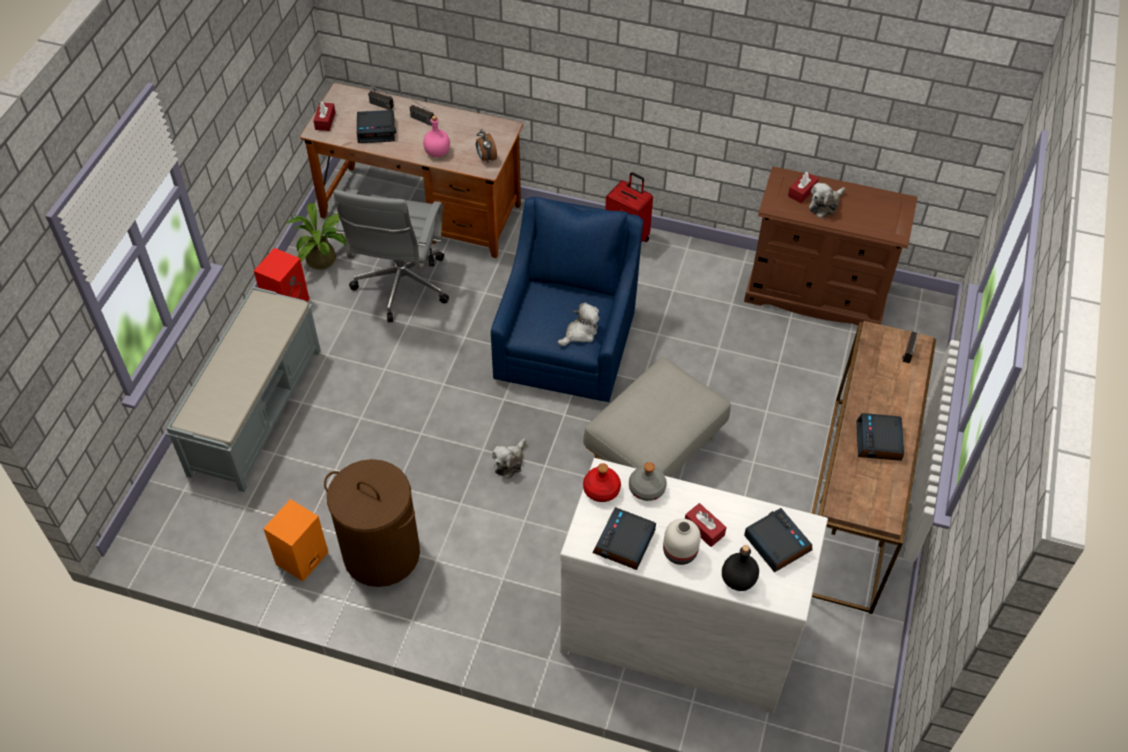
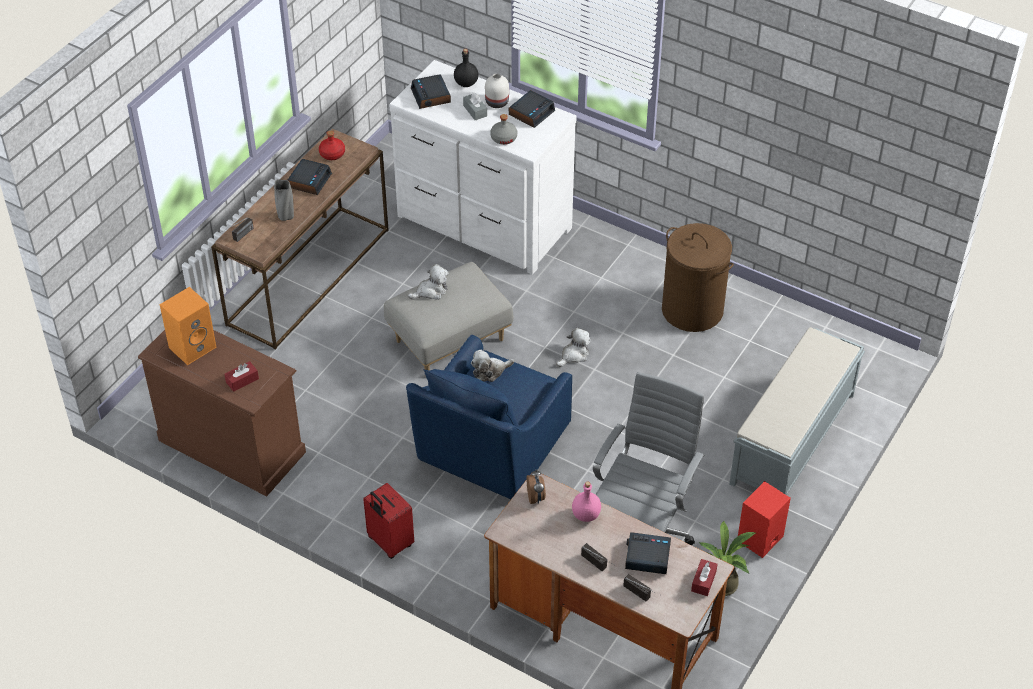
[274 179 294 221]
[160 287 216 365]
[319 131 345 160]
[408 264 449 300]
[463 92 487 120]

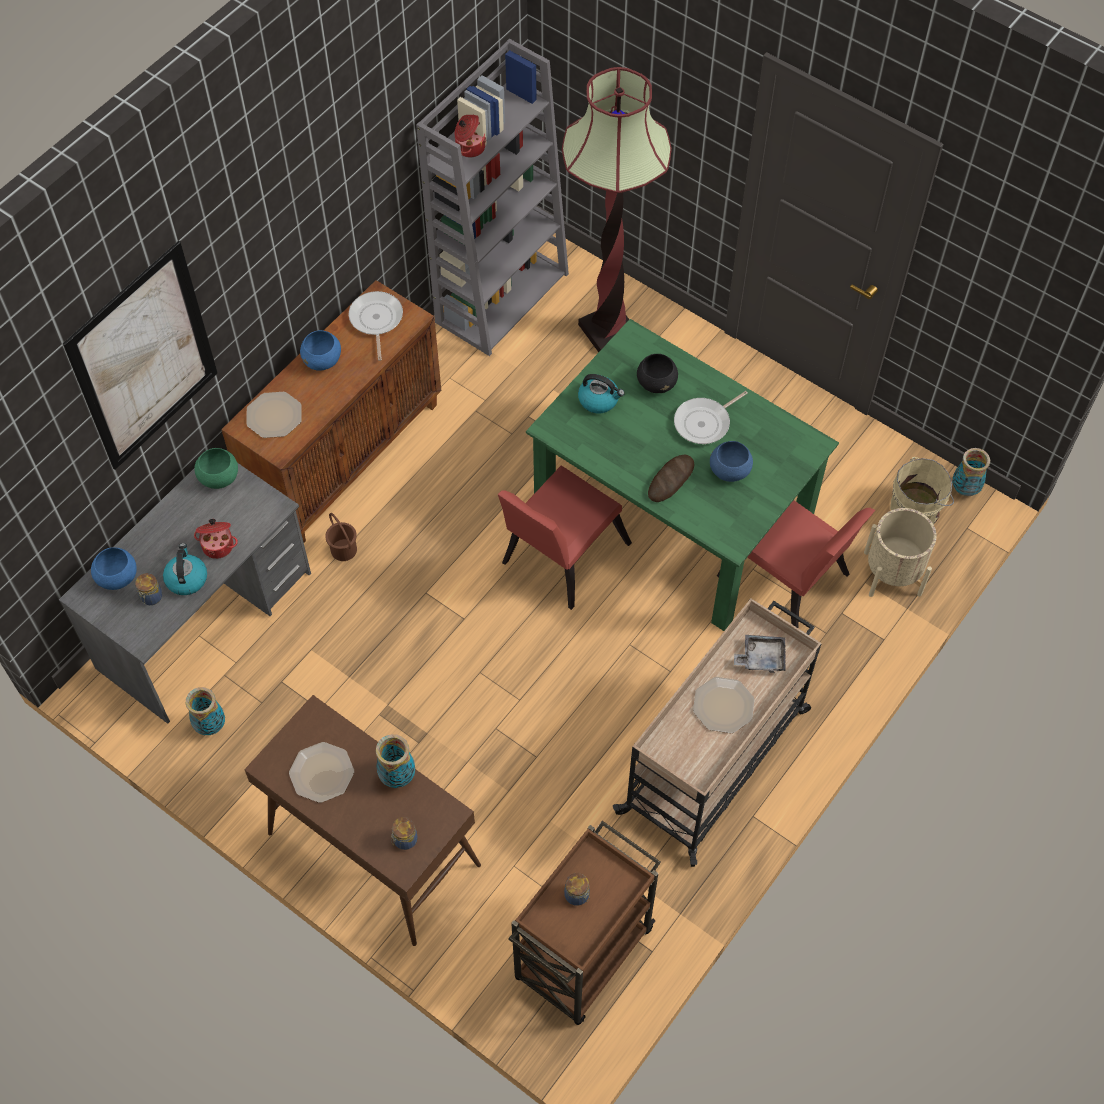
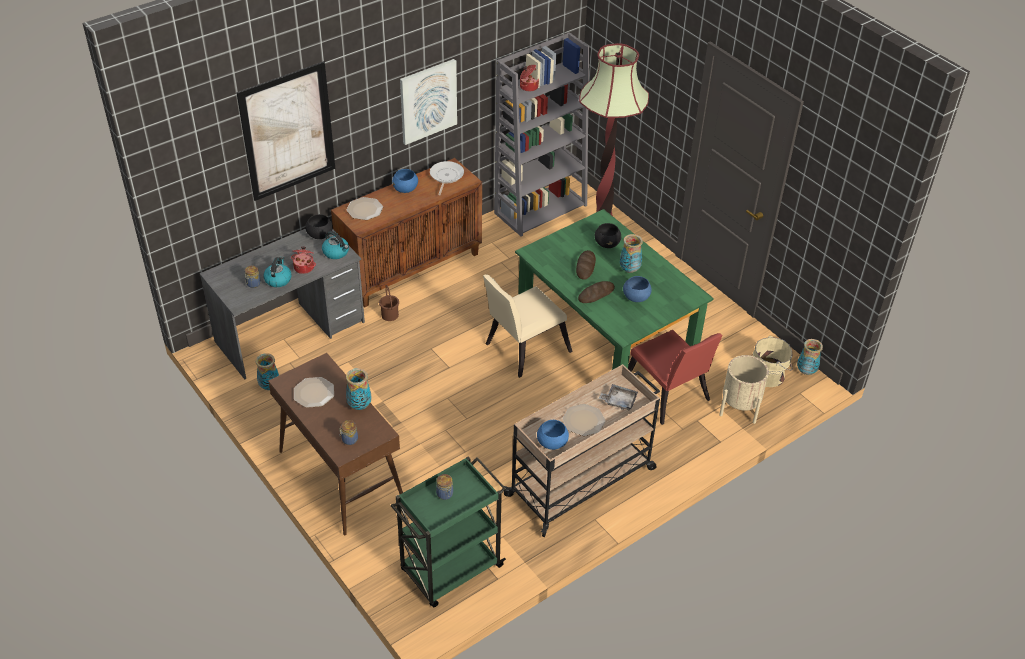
[400 59 457 145]
[576 250 596 280]
[537 420 569 450]
[322 231 349 259]
[620 234 643 273]
[305 214 333 239]
[483 274 573 378]
[391 456 506 607]

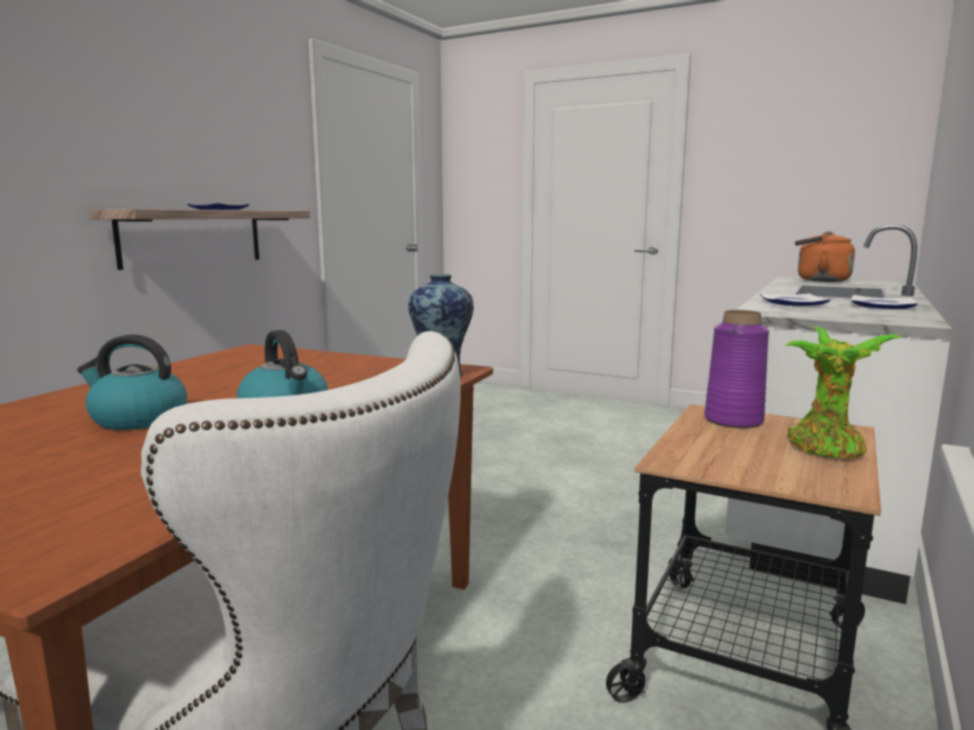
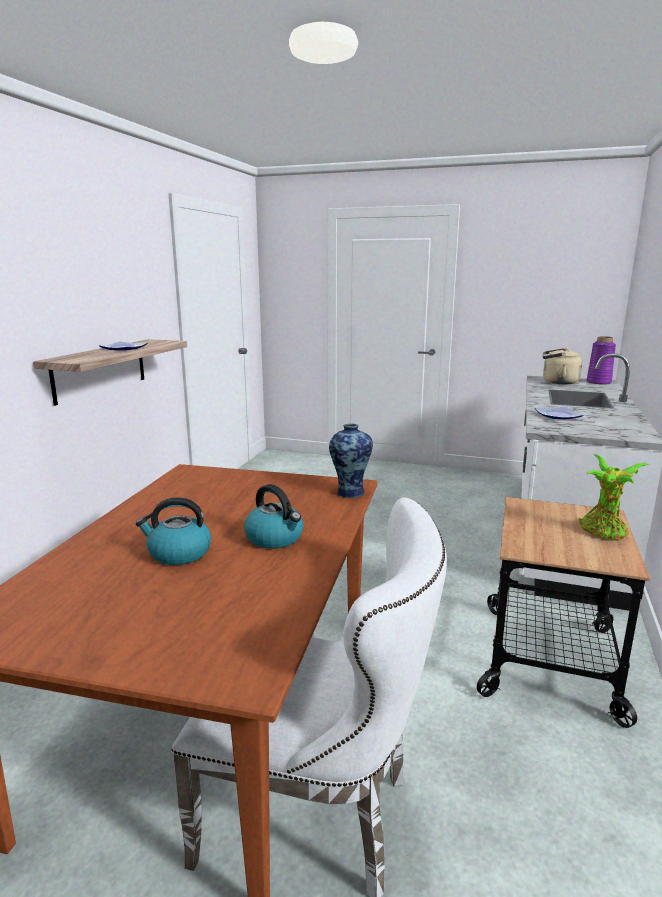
[851 295 917 309] (first image)
[587 336 616 385]
[543 348 582 384]

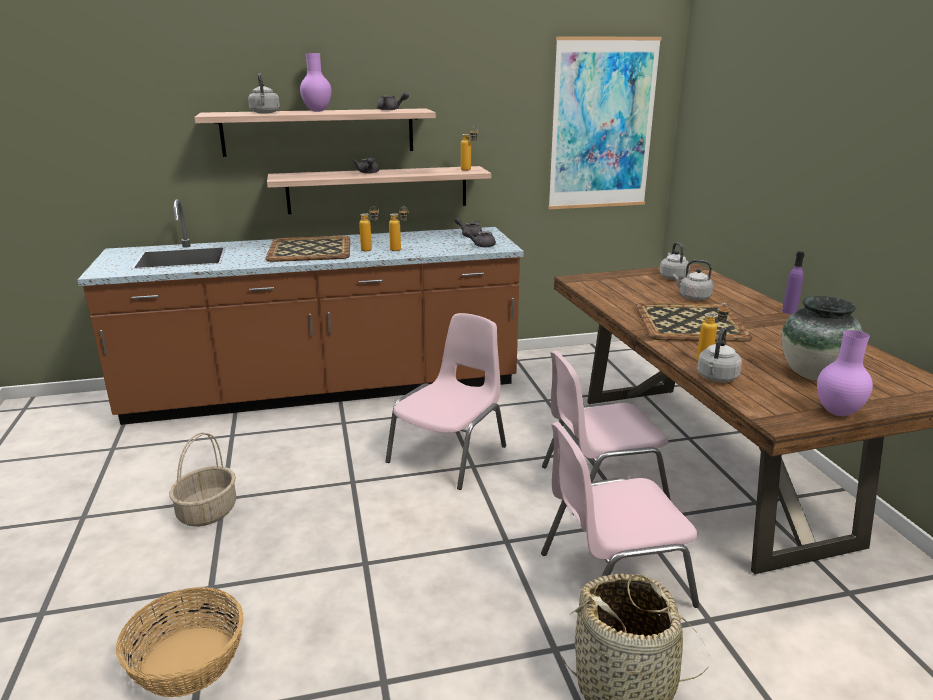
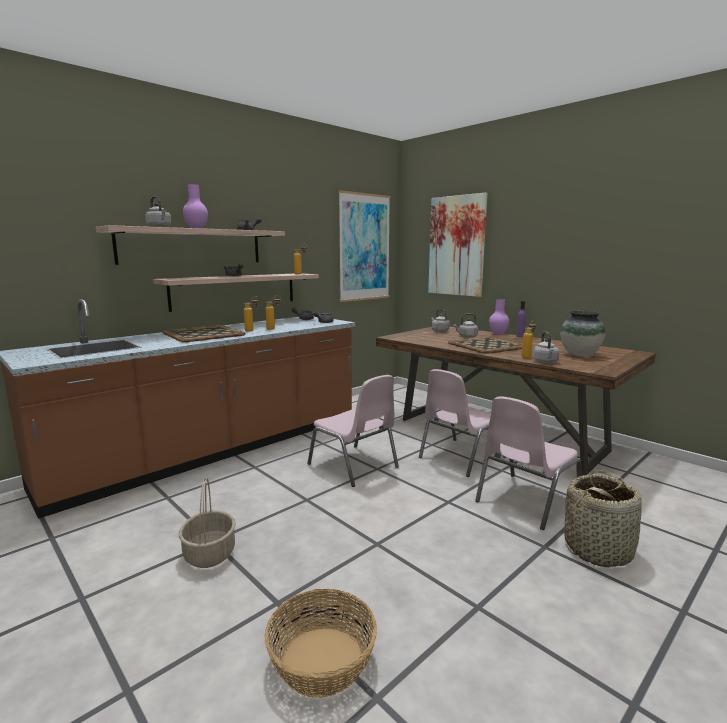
[428 193 487 297]
[489 299 509 335]
[307 375 399 487]

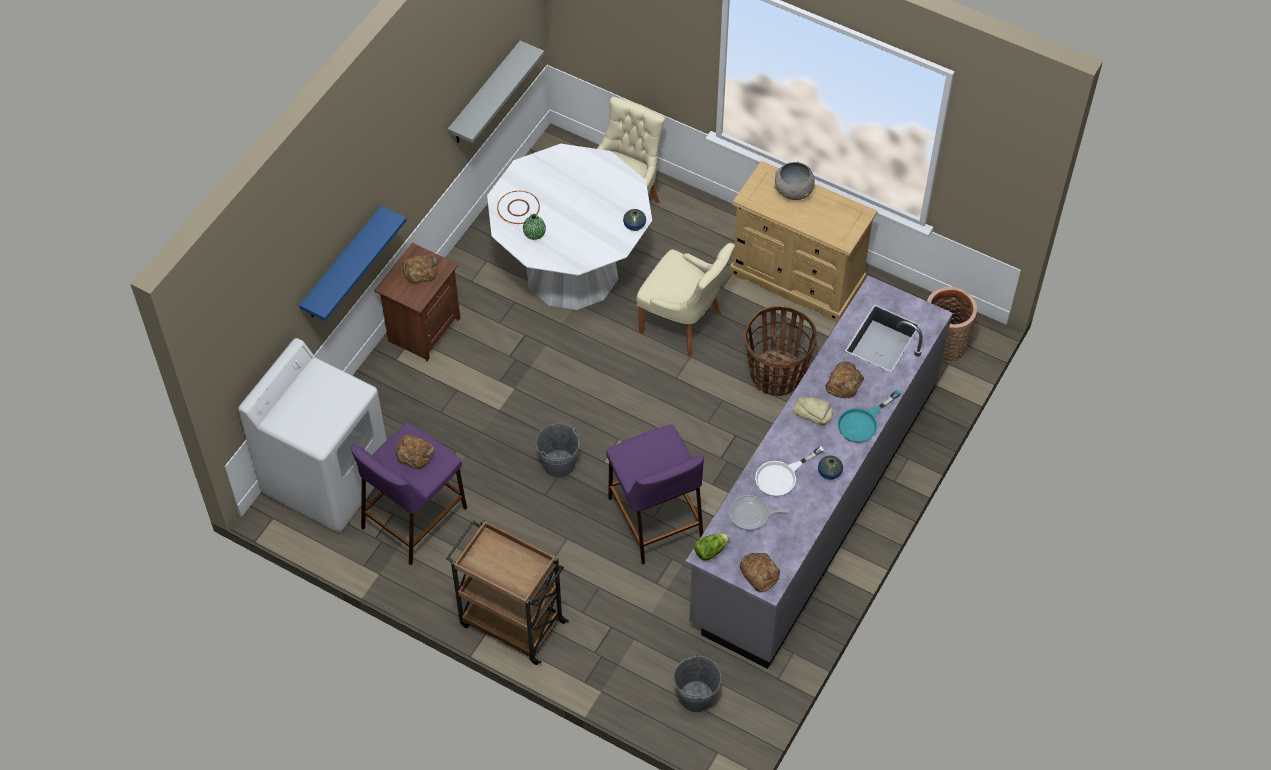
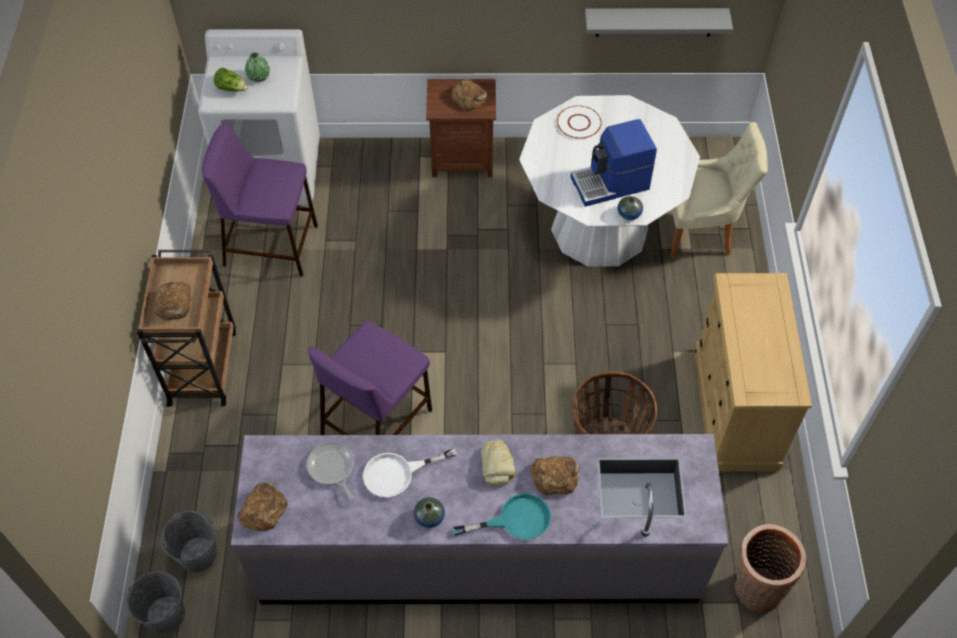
[299 206 407 321] (first image)
[636 243 735 356] (first image)
[774 162 815 200] (first image)
[571 119 657 207]
[155 282 191 320]
[245 52 270 82]
[126 571 185 634]
[214 68 248 92]
[363 448 457 497]
[453 493 551 539]

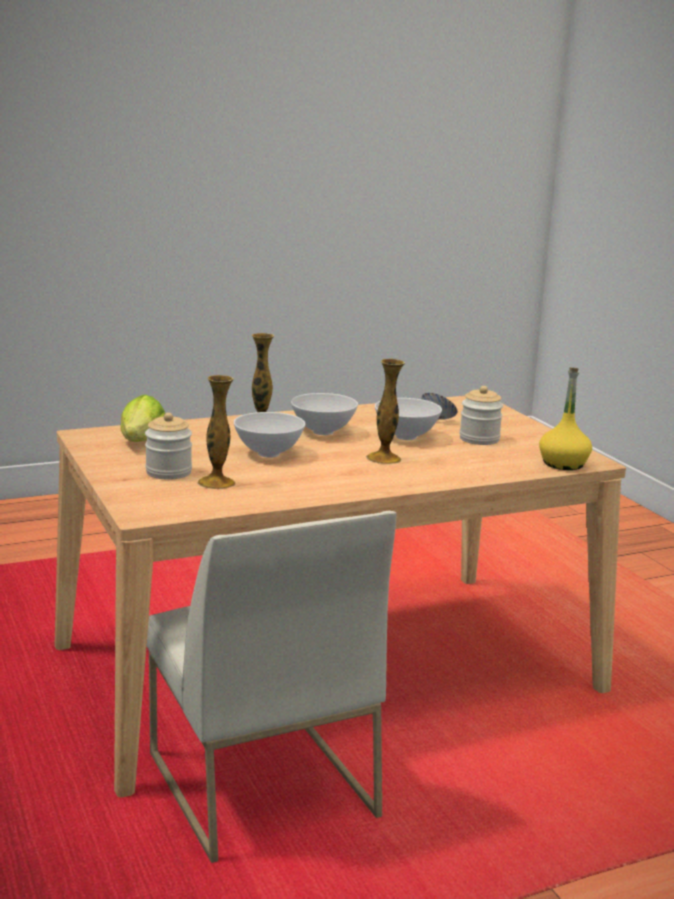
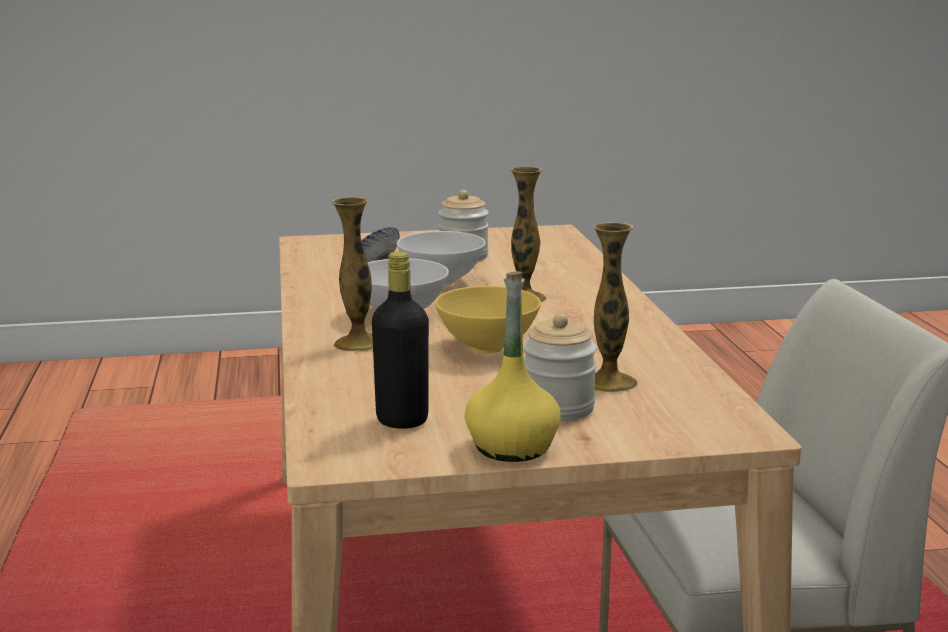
[465 271 561 462]
[372 252 429 429]
[435 286 541 353]

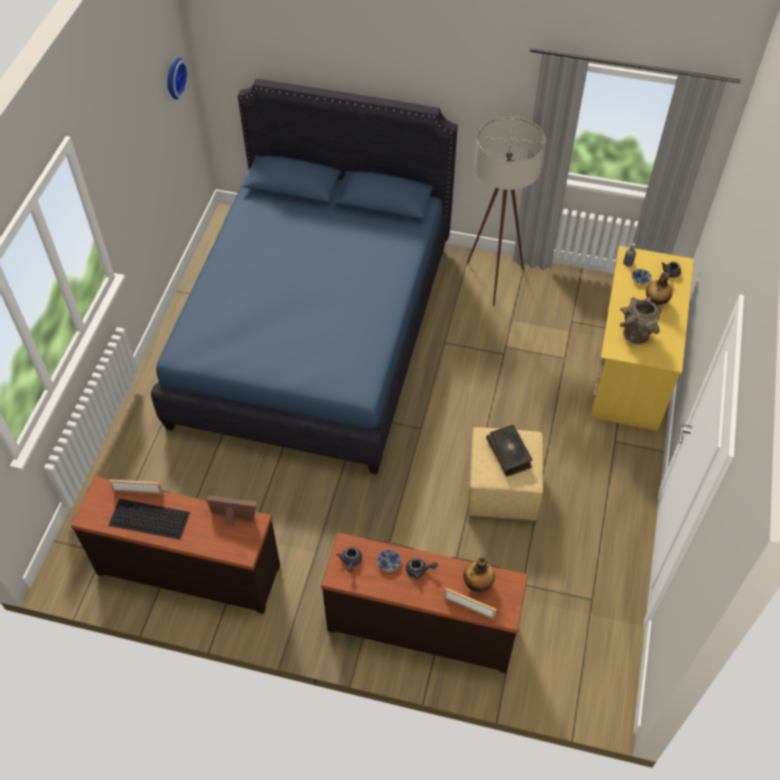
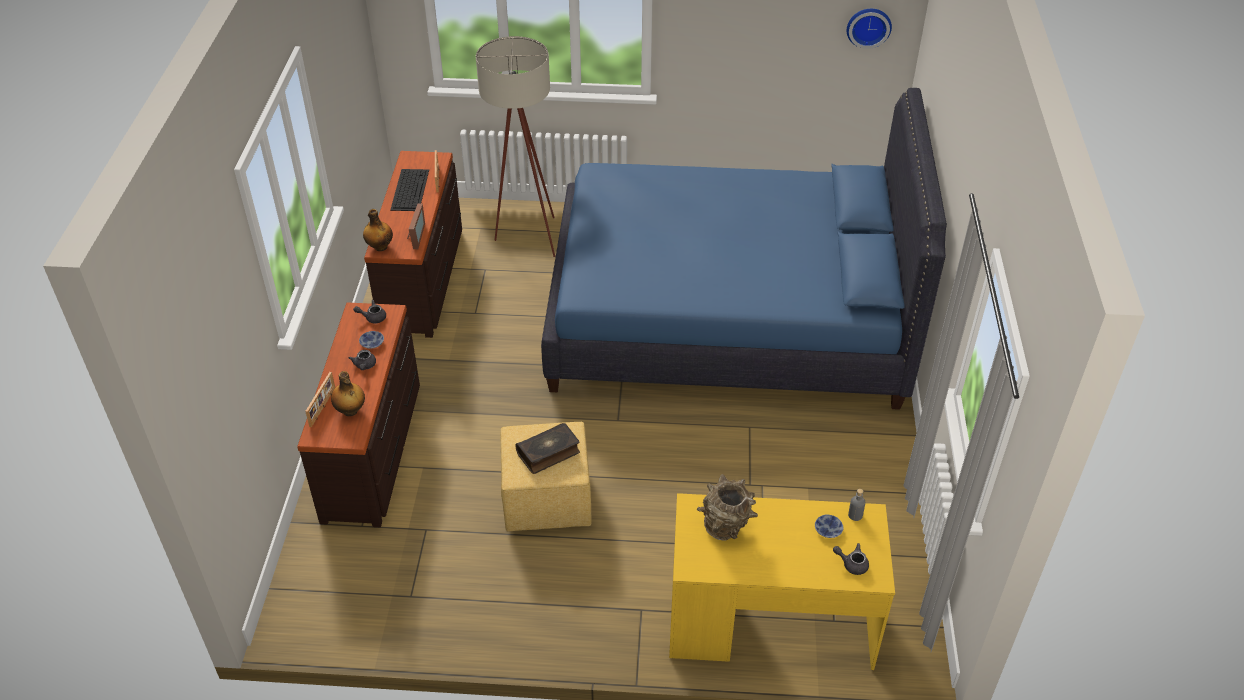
[476 36 555 257]
[363 209 393 251]

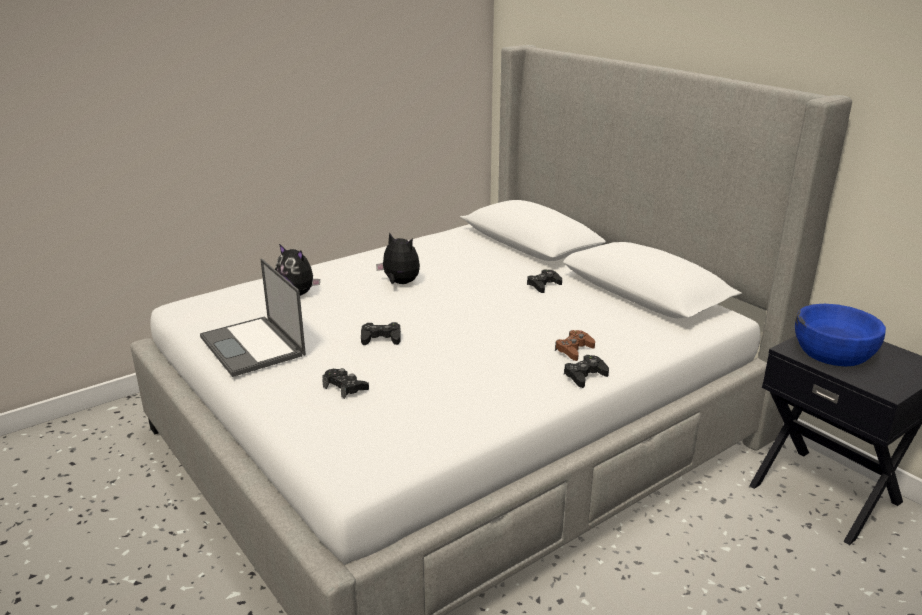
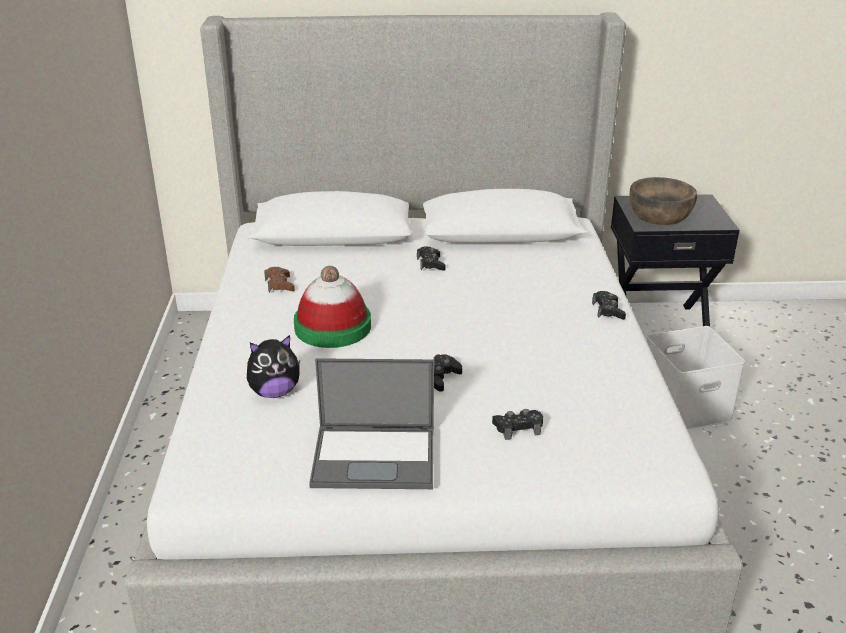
[647 326 745 430]
[264 267 295 292]
[294 266 371 348]
[630 177 697 225]

